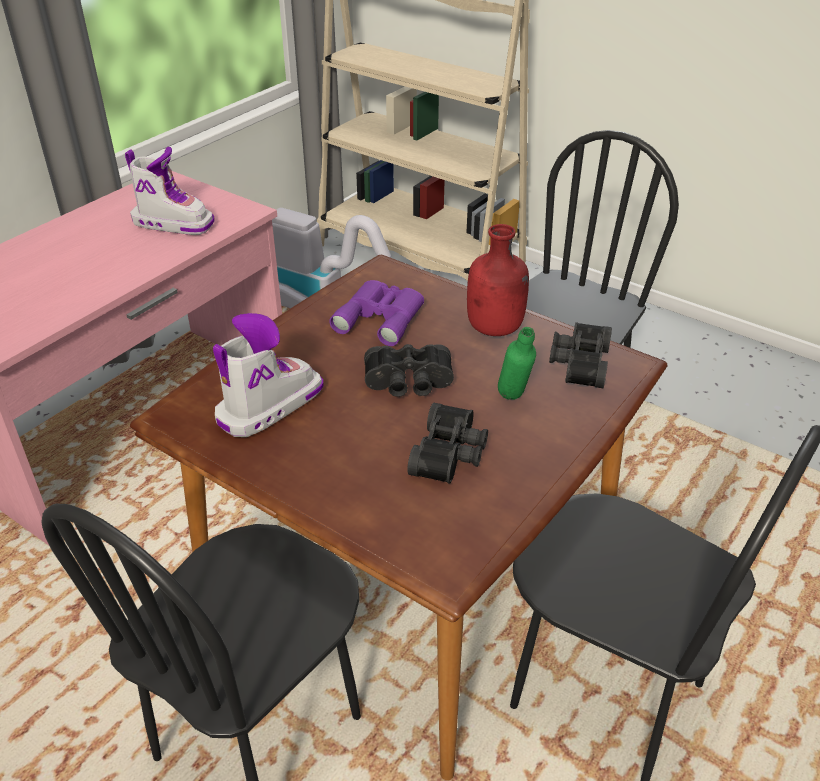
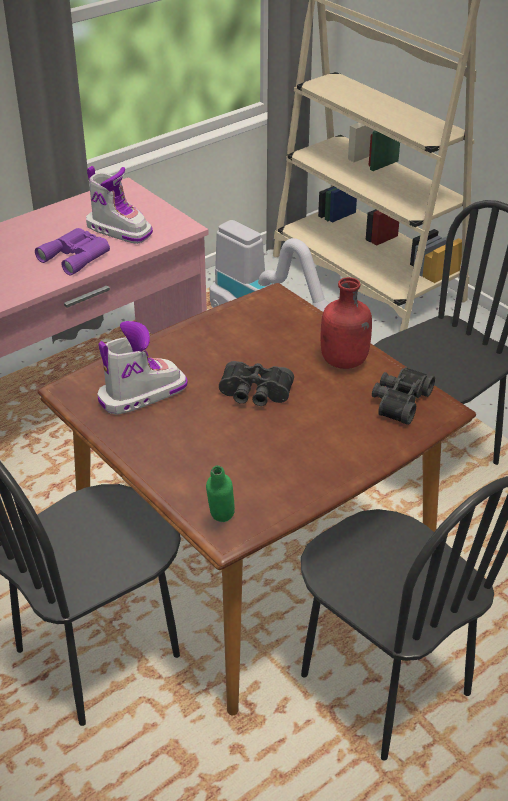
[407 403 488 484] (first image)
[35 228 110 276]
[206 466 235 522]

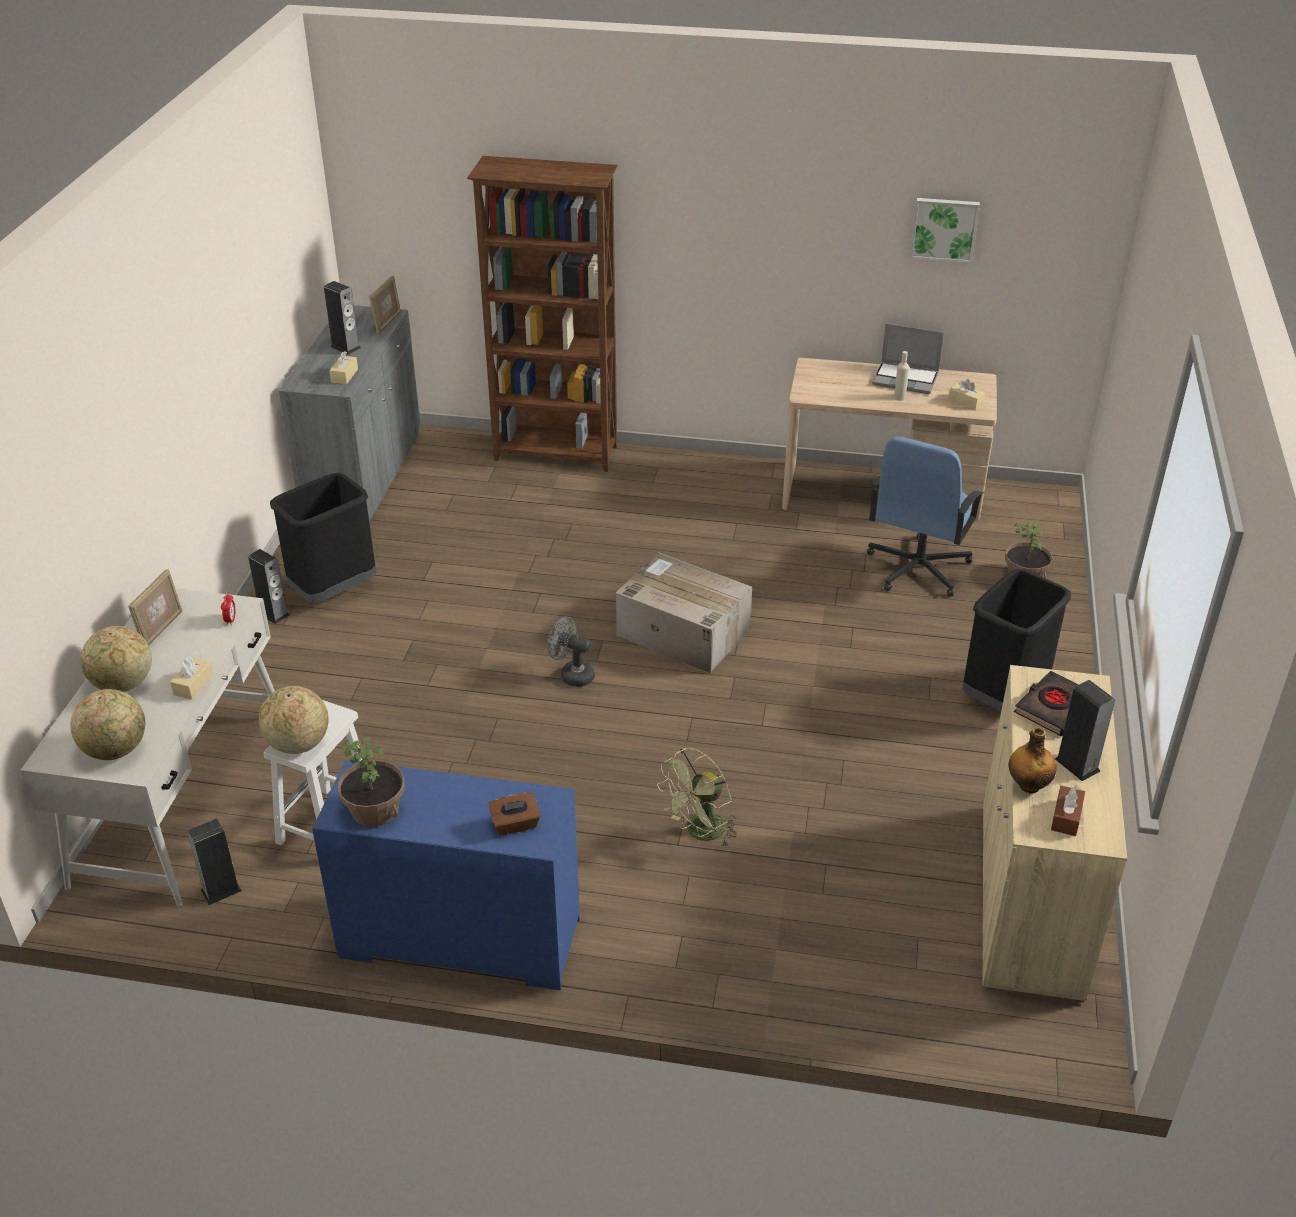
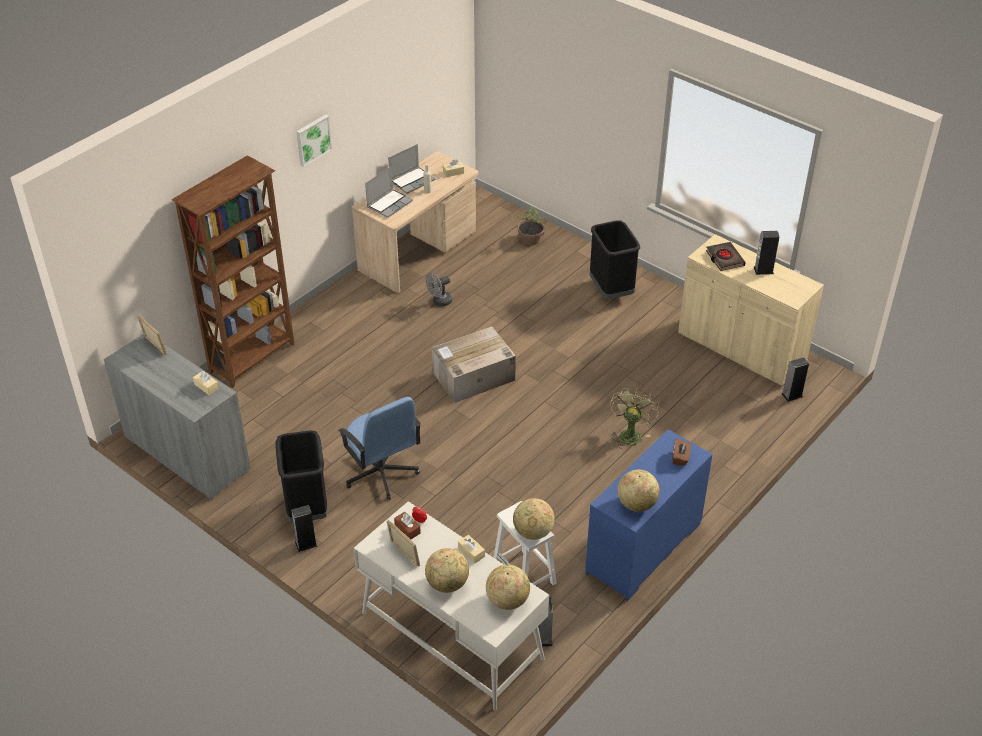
[1009 727 1056 793] (first image)
[365 166 413 218]
[782 357 809 402]
[426 273 452 306]
[338 397 421 500]
[296 114 332 167]
[394 512 421 540]
[617 470 660 512]
[610 388 659 449]

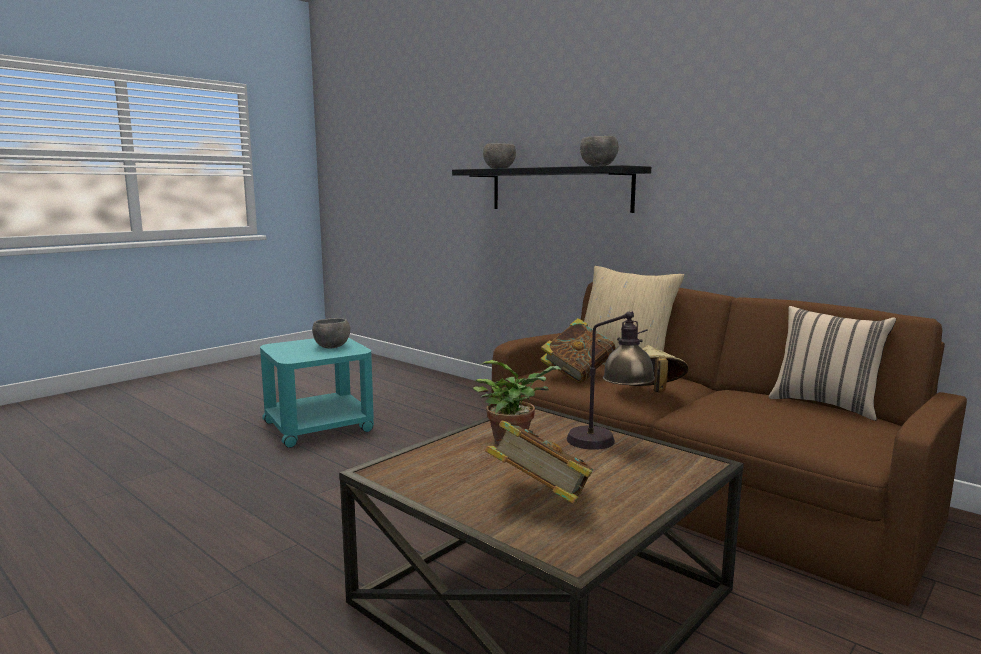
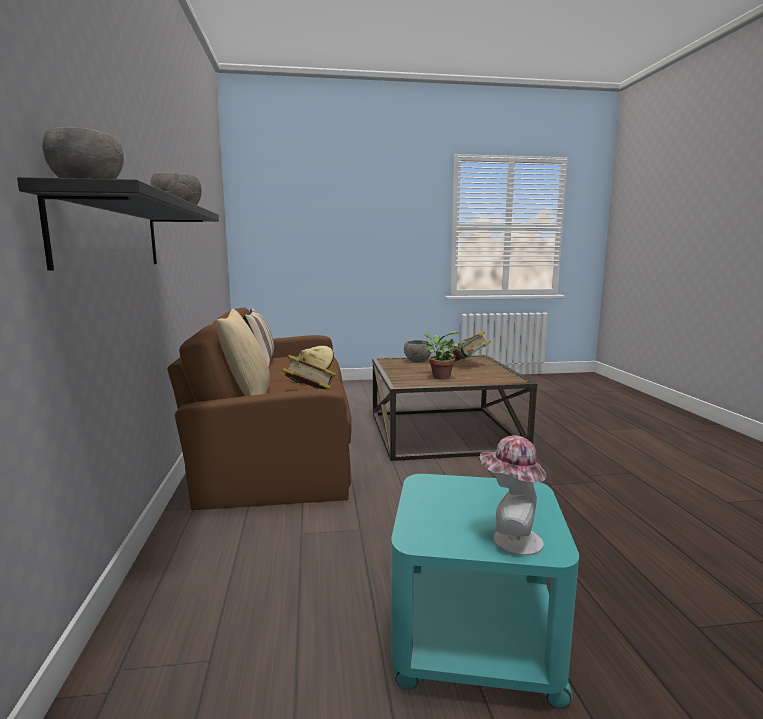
[567 311 655 450] (first image)
[480 436 546 556]
[404 340 432 362]

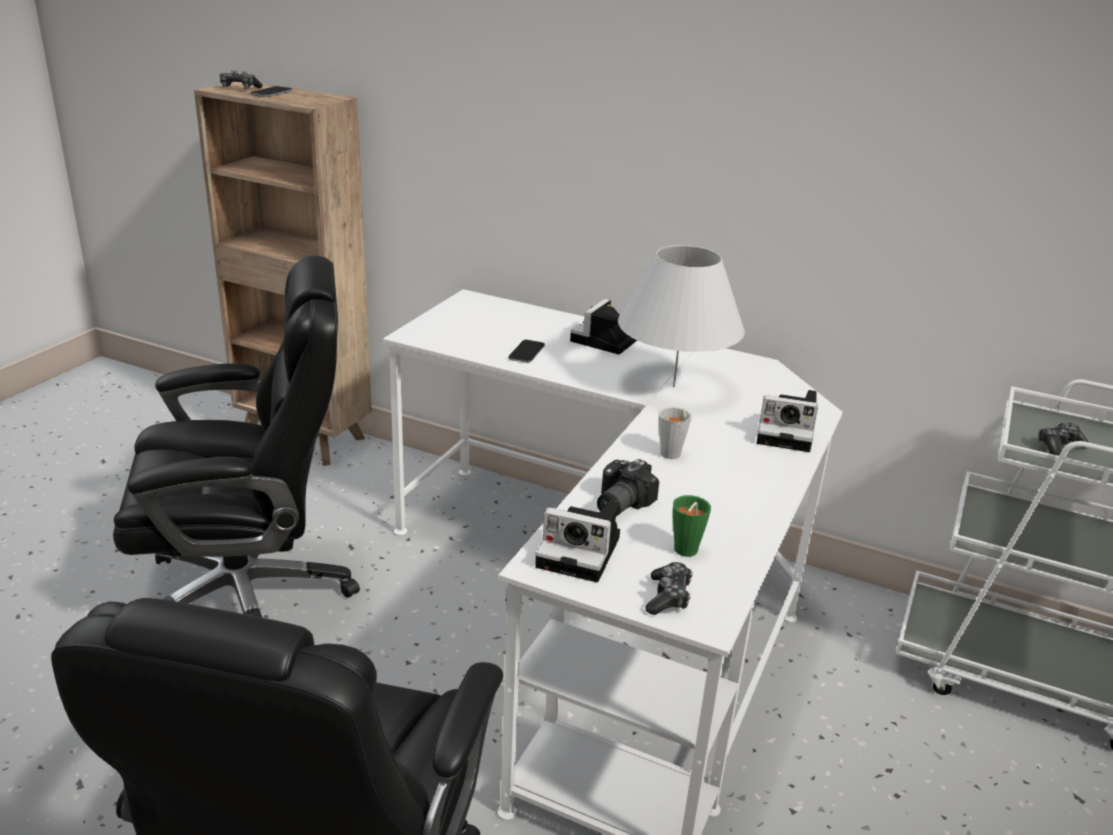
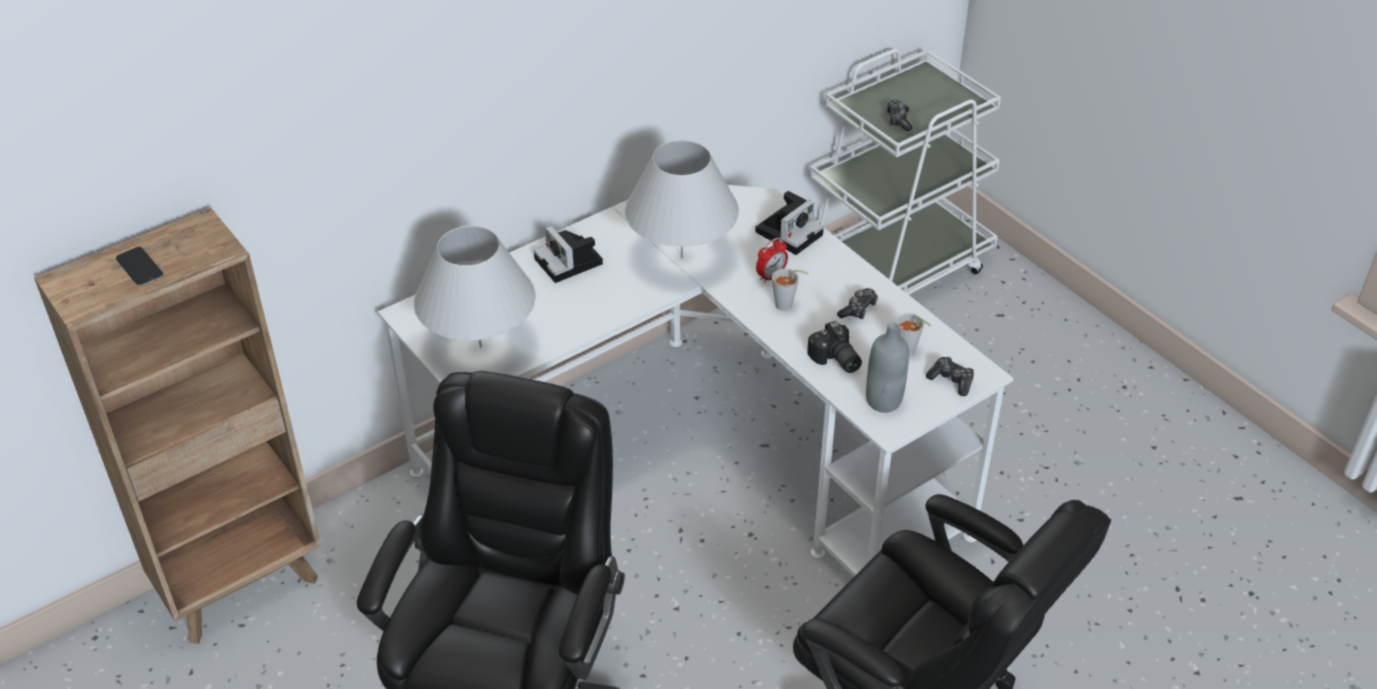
[508 340 545 363] (first image)
[414 226 536 348]
[756 238 788 283]
[837 288 878 319]
[866 322 909 413]
[896 313 931 357]

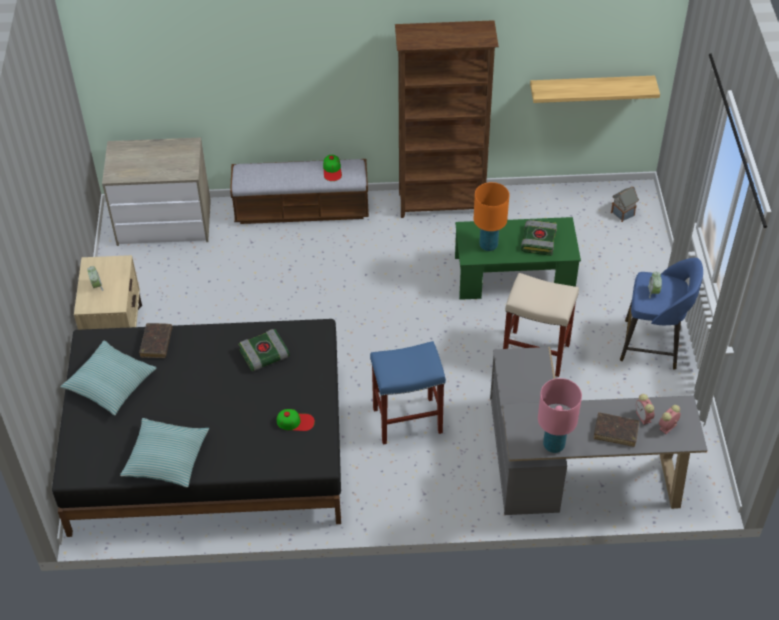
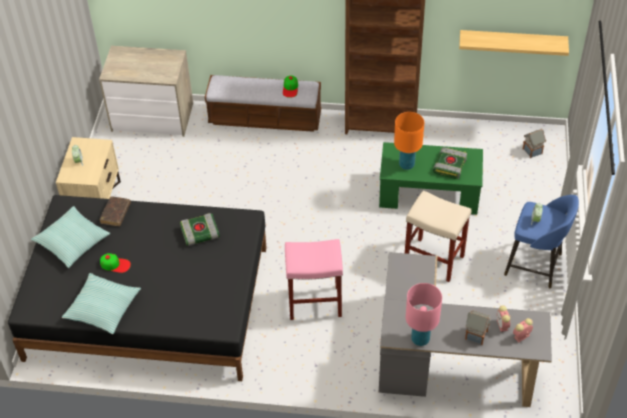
[100 253 131 273]
[465 311 491 345]
[285 239 343 320]

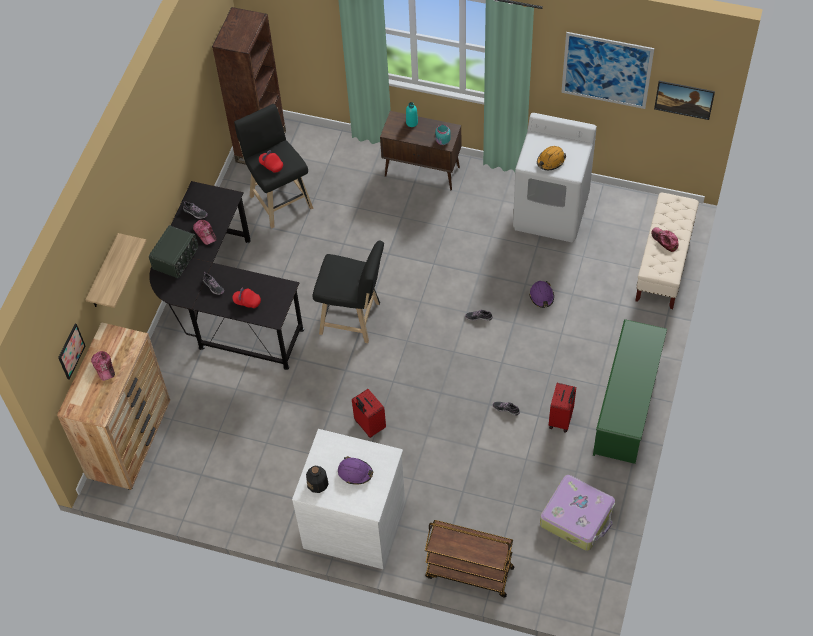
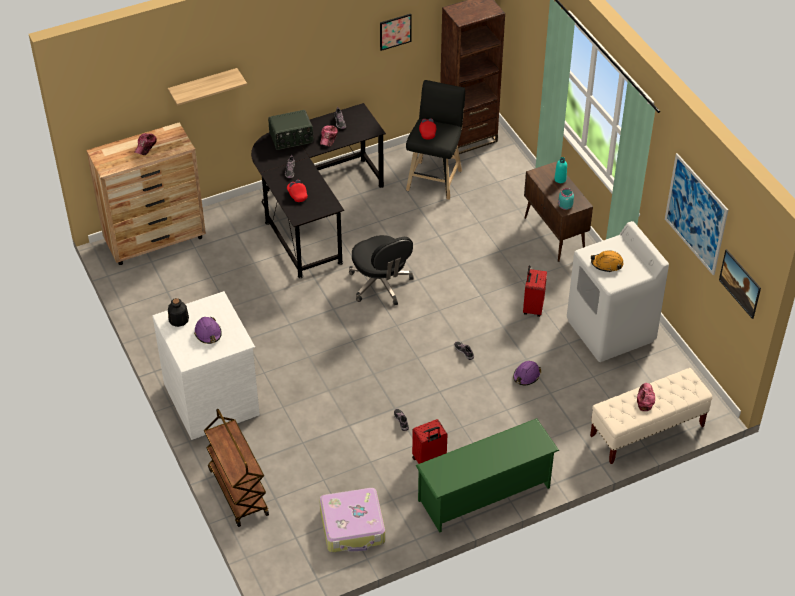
[380 14 412 51]
[523 266 547 317]
[349 235 414 305]

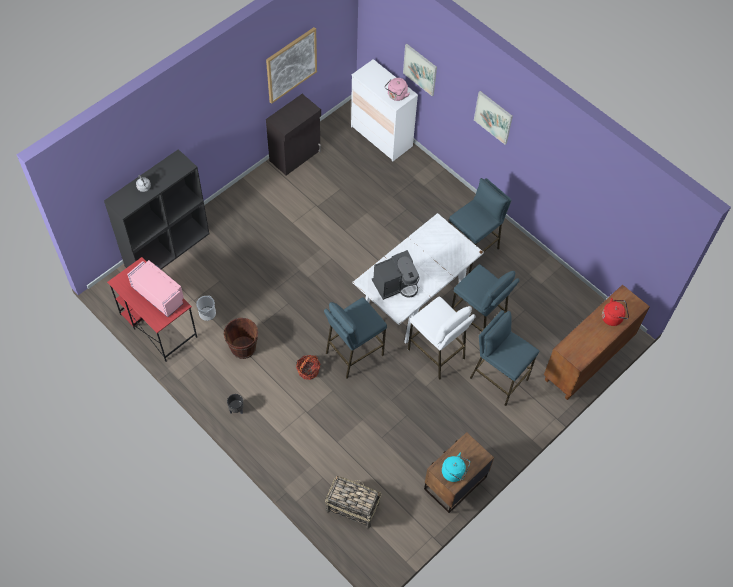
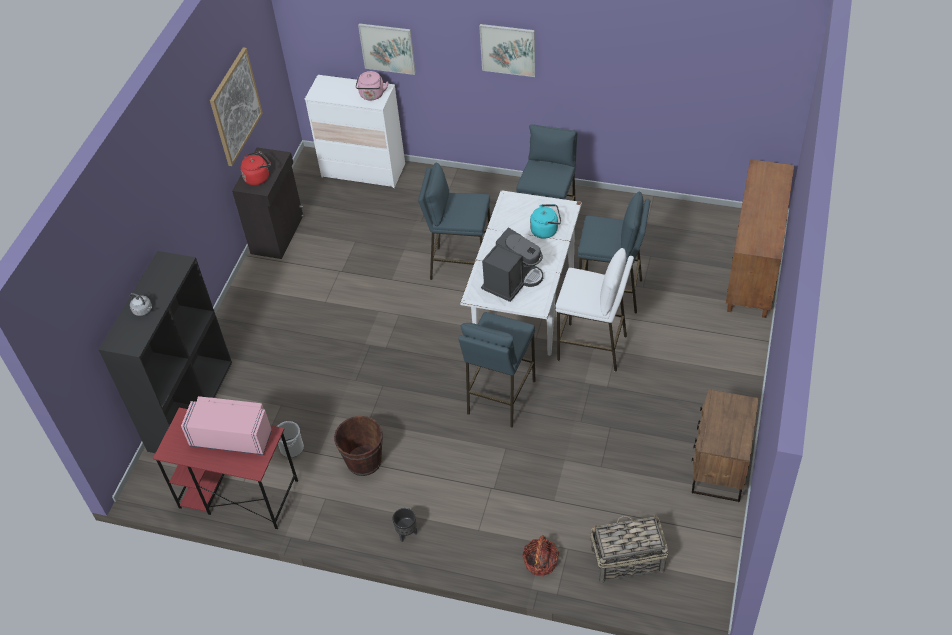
[522 535 559 576]
[530 204 561 239]
[418 162 490 280]
[241 151 271 185]

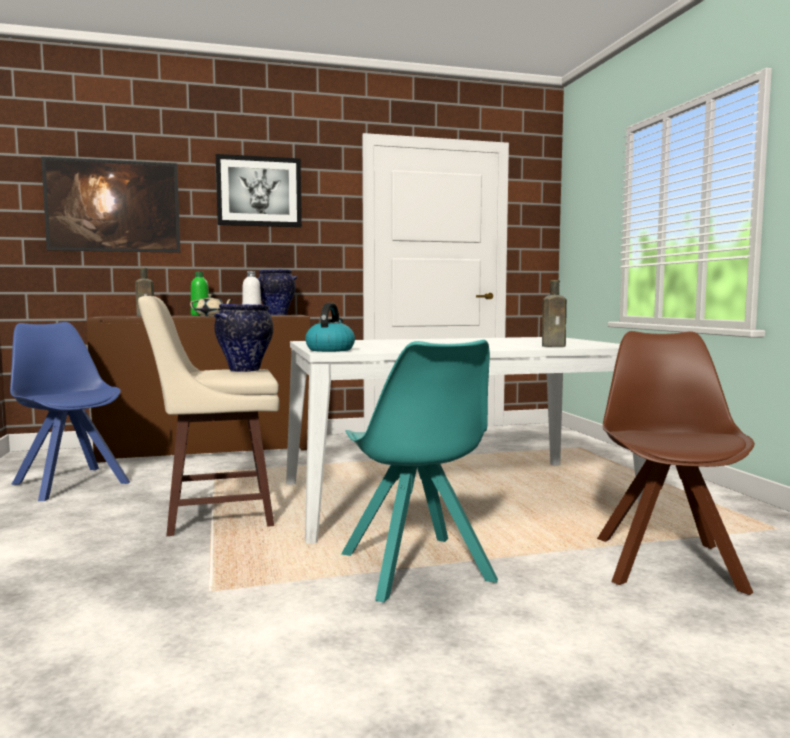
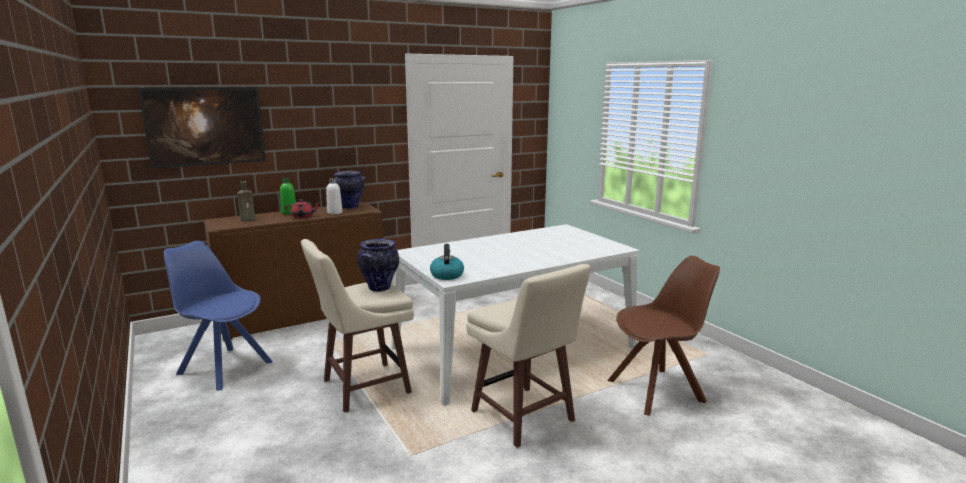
[216 154 302 227] (first image)
[542 280 567 347] (first image)
[466 264 591 448]
[285 199 321 218]
[607 256 720 416]

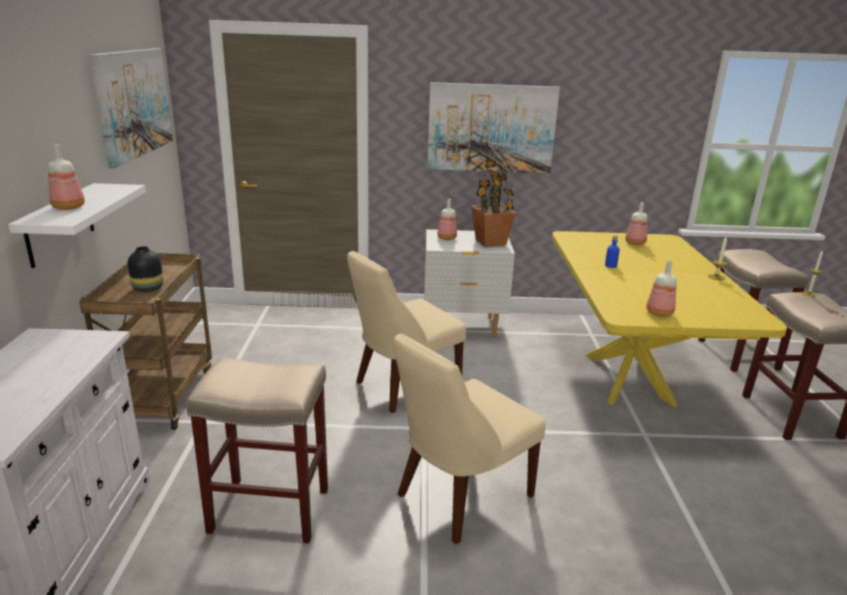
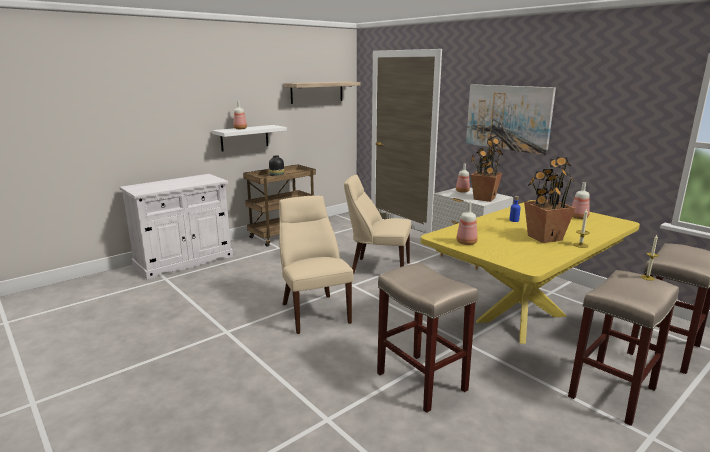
[524 157 576 243]
[377 263 478 413]
[284 81 360 104]
[279 196 354 334]

